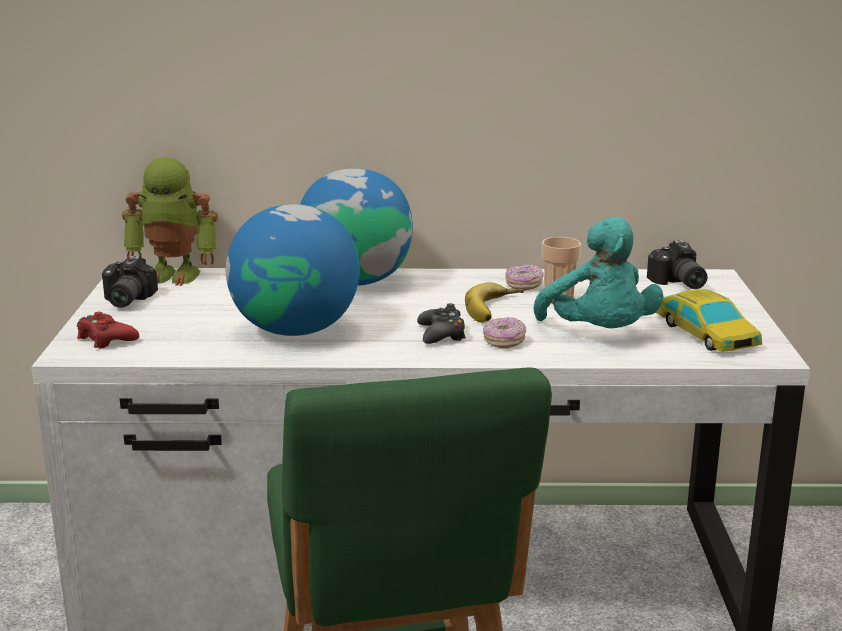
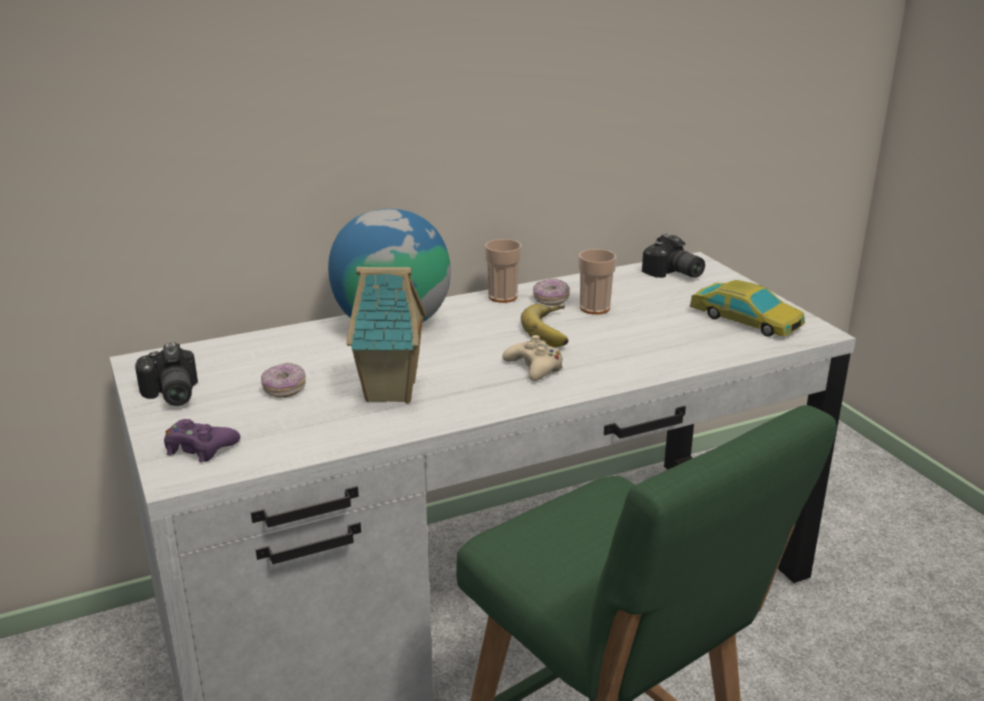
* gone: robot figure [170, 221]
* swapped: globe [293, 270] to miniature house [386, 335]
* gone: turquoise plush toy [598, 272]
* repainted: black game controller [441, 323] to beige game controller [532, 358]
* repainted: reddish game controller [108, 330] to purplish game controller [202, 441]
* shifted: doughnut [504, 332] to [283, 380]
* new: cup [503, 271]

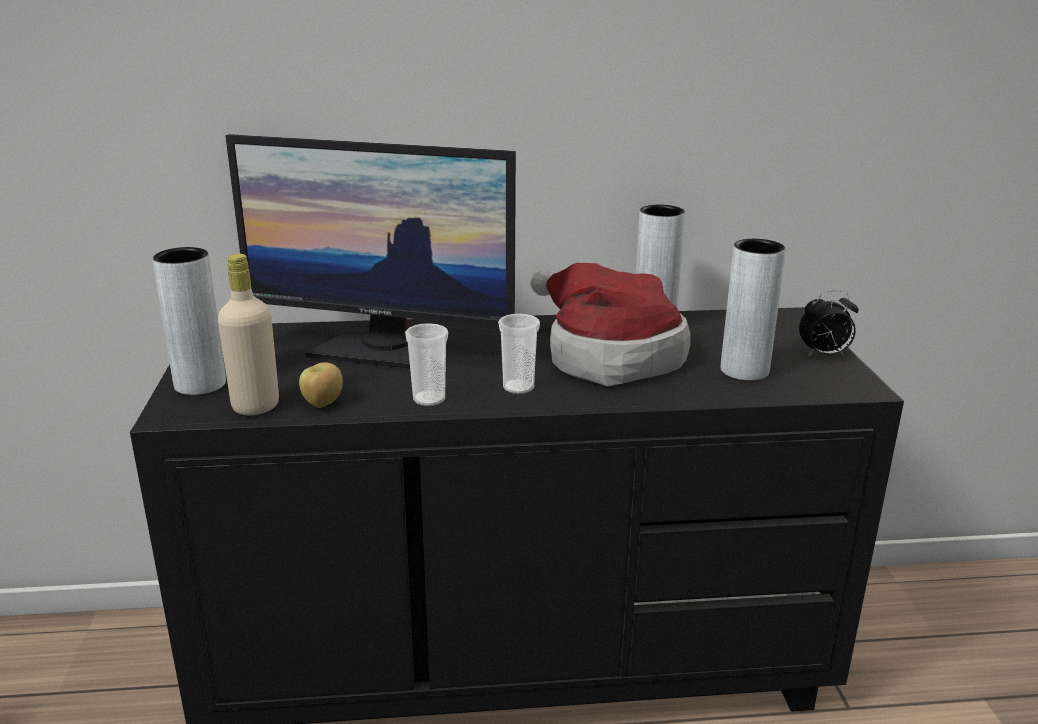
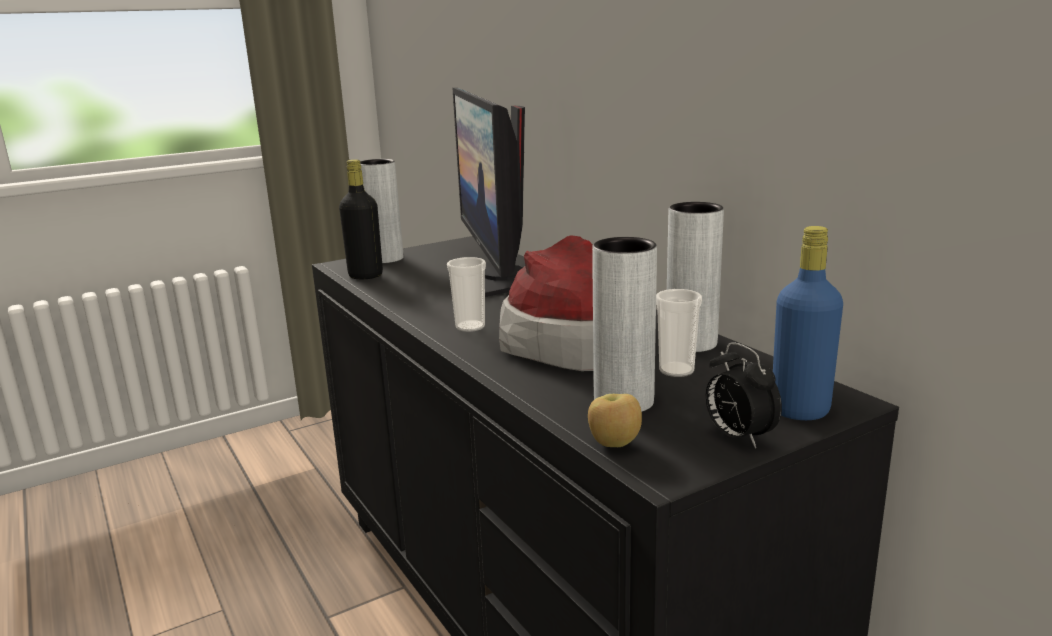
* repainted: beige beverage bottle [248, 334] to black beverage bottle [361, 219]
* shifted: cup [426, 364] to [679, 333]
* shifted: whole apple [321, 385] to [615, 420]
* new: blue beverage bottle [808, 323]

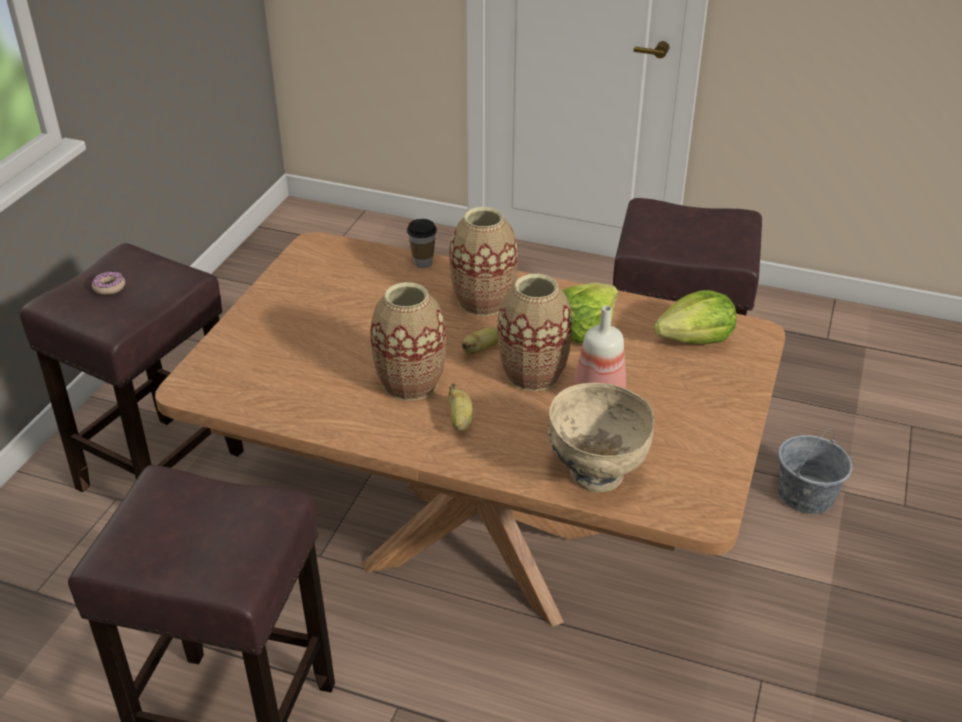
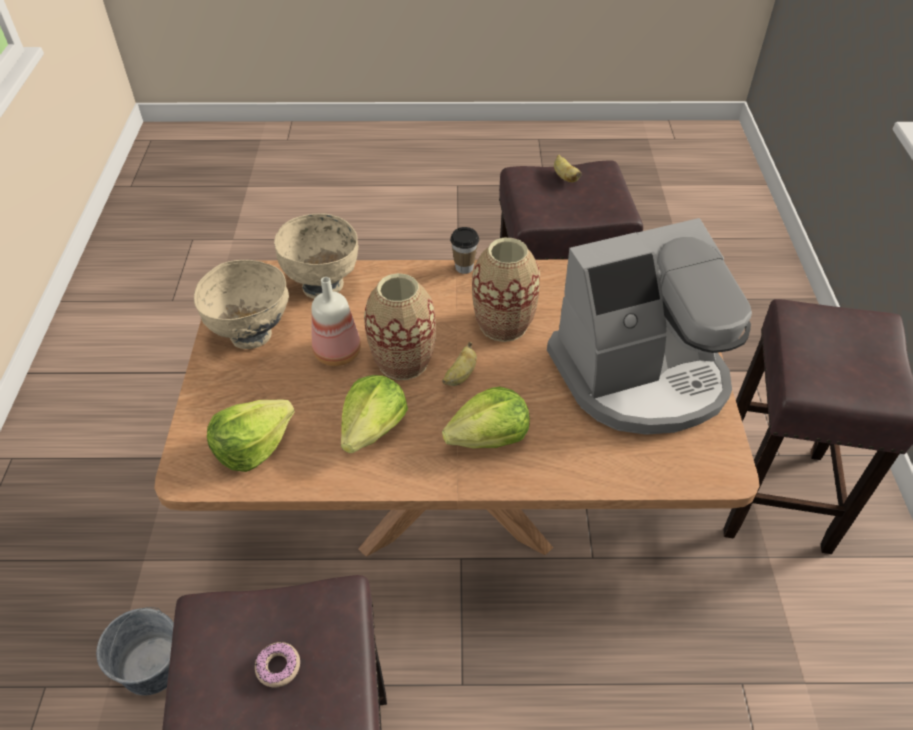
* swapped: vase [484, 261] to head of lettuce [486, 417]
* shifted: cup [422, 243] to [464, 250]
* shifted: doughnut [108, 283] to [277, 665]
* shifted: banana [460, 407] to [568, 168]
* new: coffee machine [649, 326]
* new: beige serving bowl [241, 304]

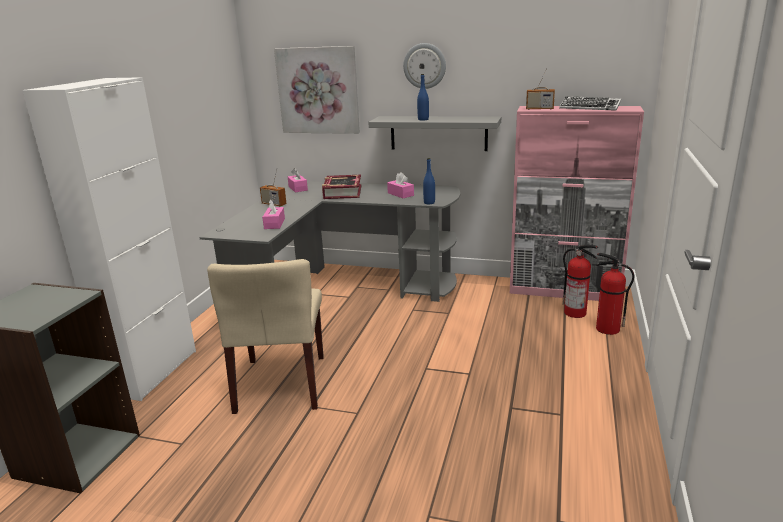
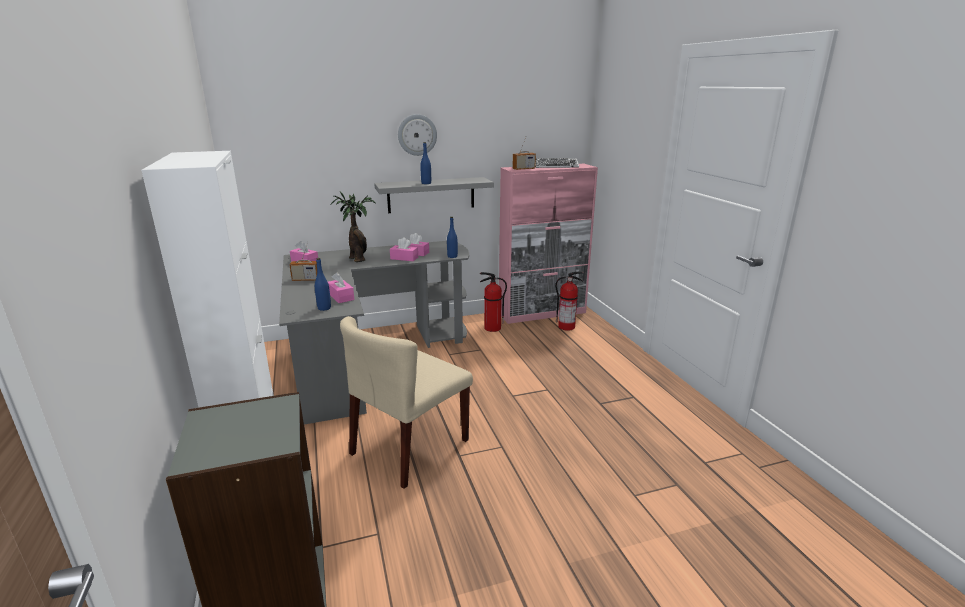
* gone: wall picture [317, 90]
* swapped: volume [342, 187] to potted plant [353, 227]
* shifted: fire extinguisher [615, 294] to [493, 302]
* rotated: beige chair [265, 336] = [406, 402] 75 degrees clockwise
* new: pinkish tissue box [404, 249]
* new: blue beverage bottle [323, 284]

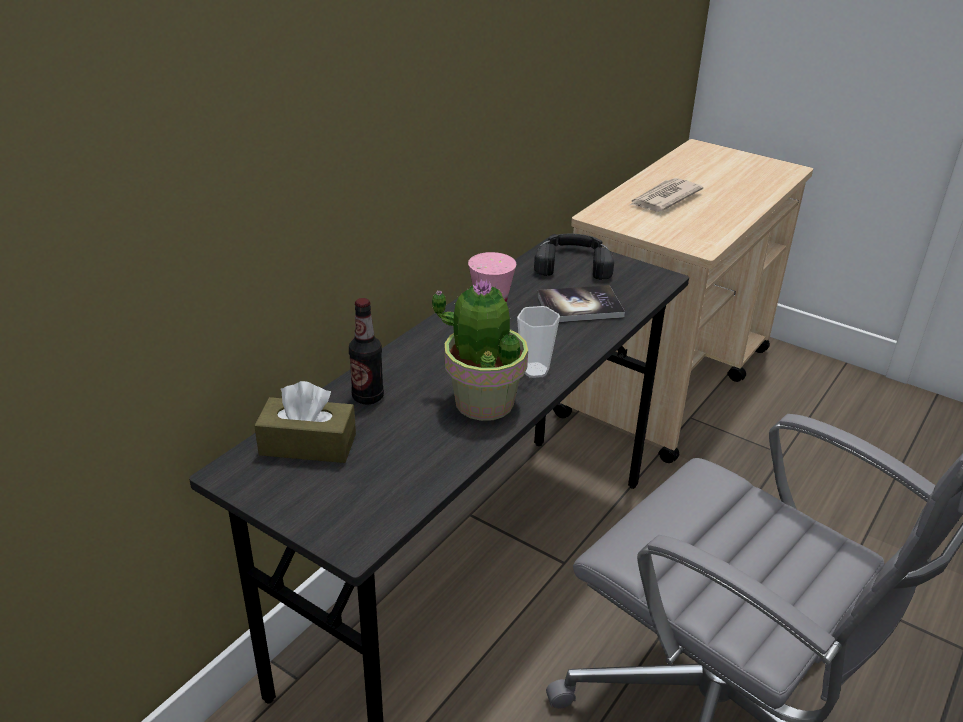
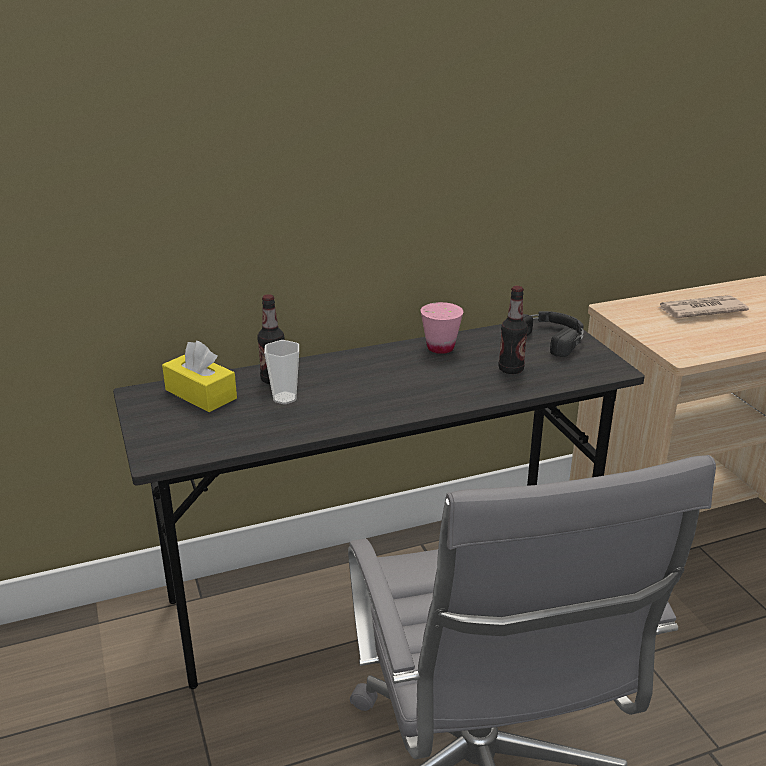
* gone: potted plant [480, 350]
* swapped: volume [581, 303] to beverage bottle [513, 330]
* shifted: cup [538, 342] to [281, 372]
* repainted: brownish tissue box [305, 422] to yellow-coloured tissue box [199, 376]

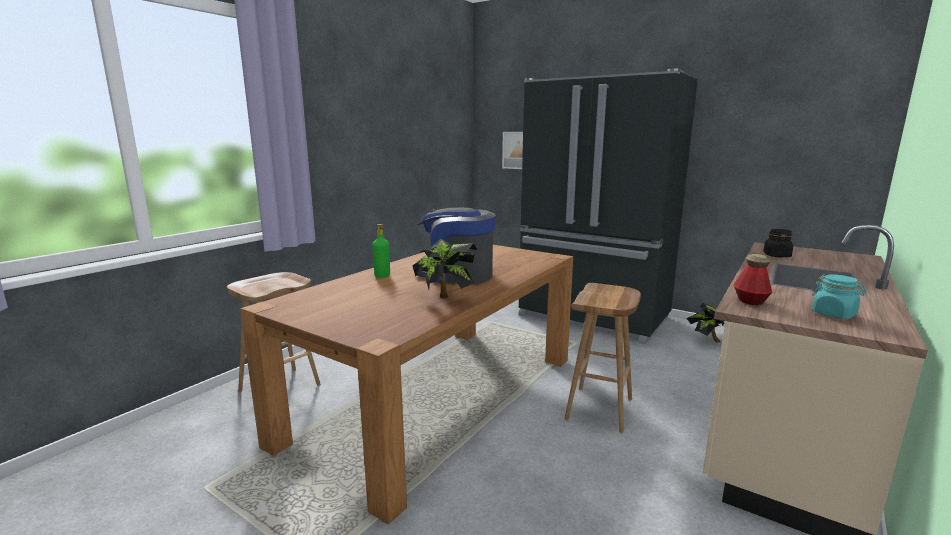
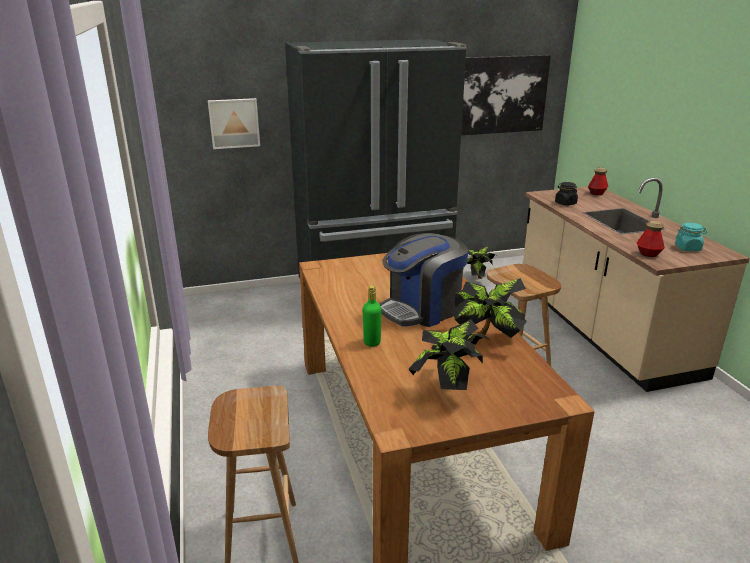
* new: wall picture [506, 95]
* new: beverage bottle [598, 181]
* new: potted plant [449, 354]

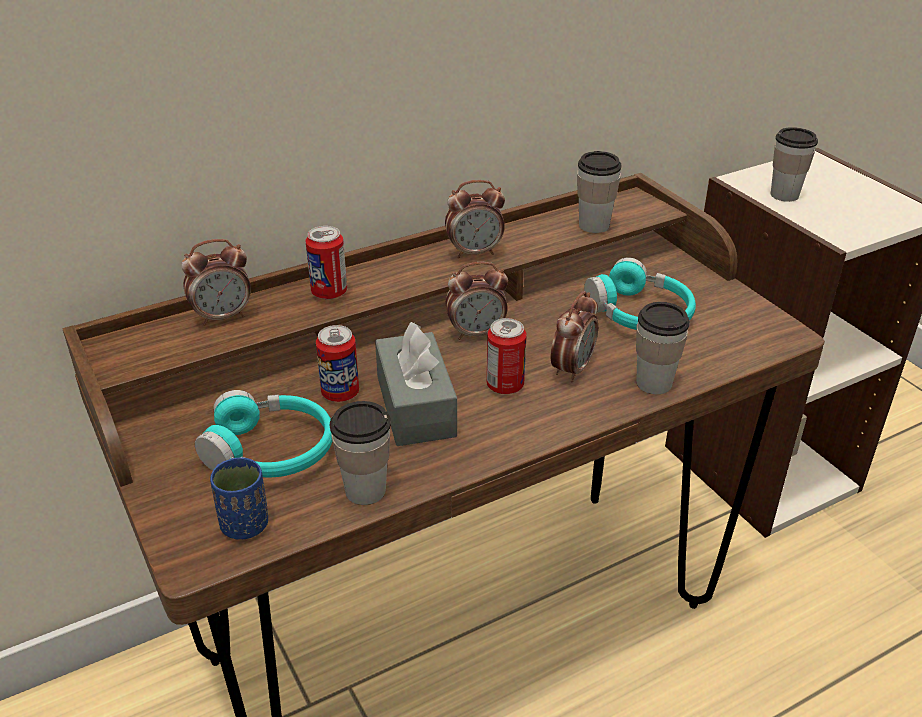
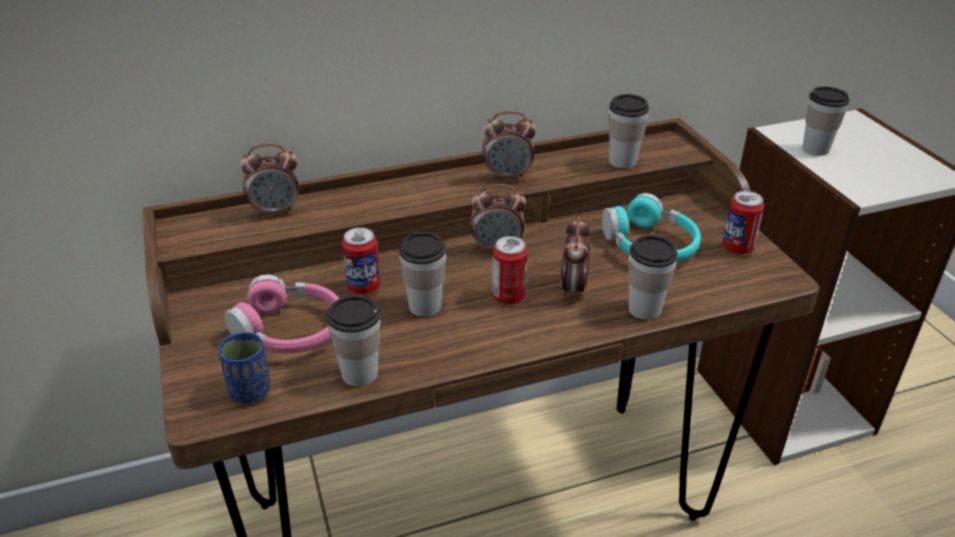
* shifted: sealed can [326, 263] to [743, 223]
* rotated: alarm clock [574, 336] = [575, 257] 150 degrees clockwise
* swapped: grey tissue box [416, 384] to cup [422, 274]
* repainted: turquoise pair of headphones [263, 434] to pinkish pair of headphones [281, 313]

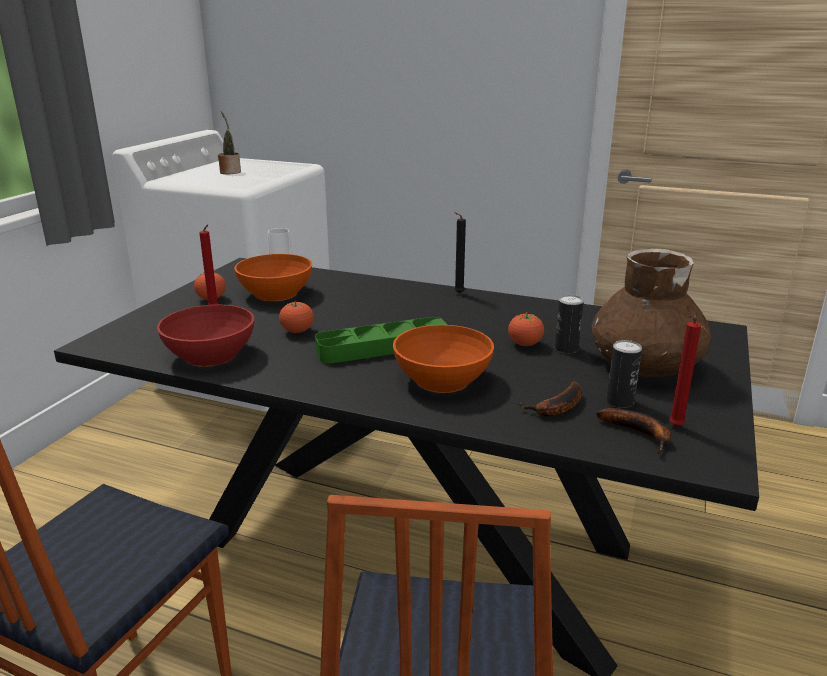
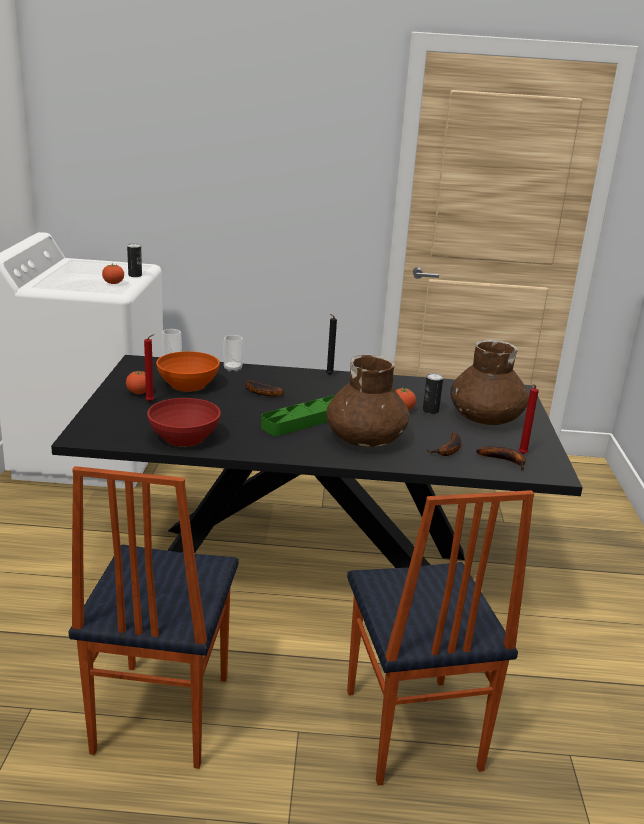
* gone: potted plant [229, 142]
* shifted: tomato [296, 317] to [113, 273]
* swapped: orange serving bowl [443, 359] to brownish vase [367, 401]
* shifted: sealed can [624, 374] to [134, 260]
* new: cup [233, 353]
* new: banana [264, 387]

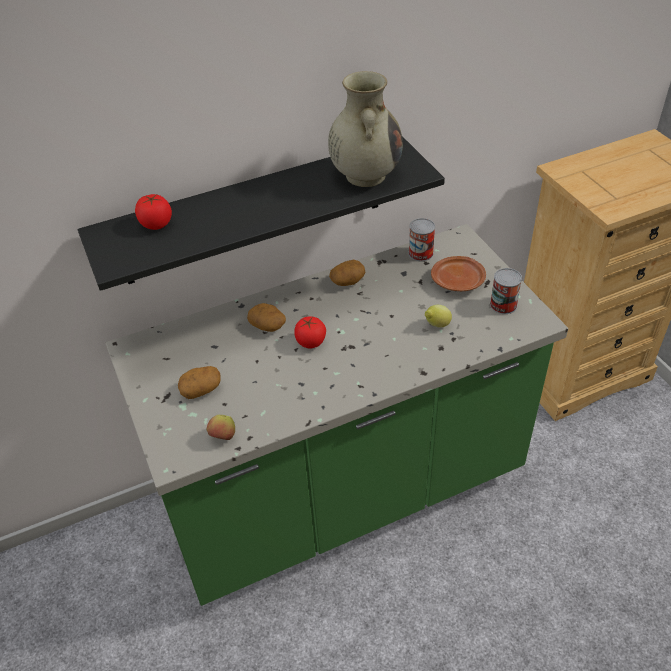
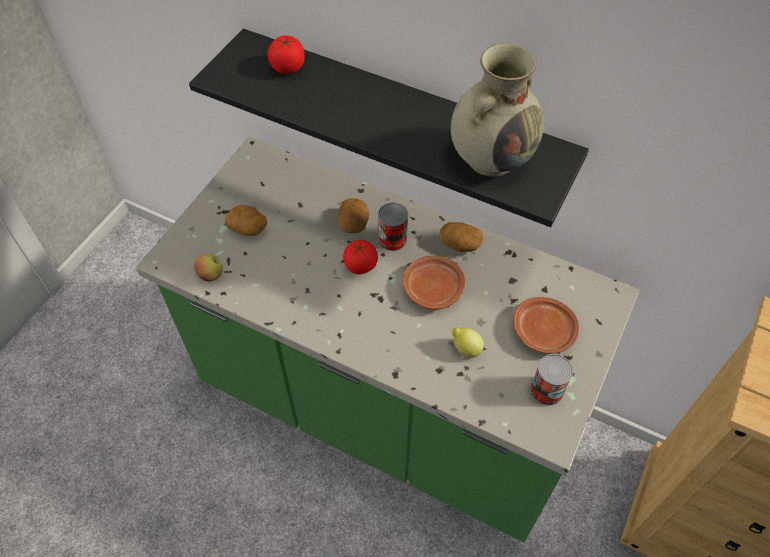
* shifted: sealed can [421, 239] to [393, 227]
* new: brownish flat dish [434, 283]

